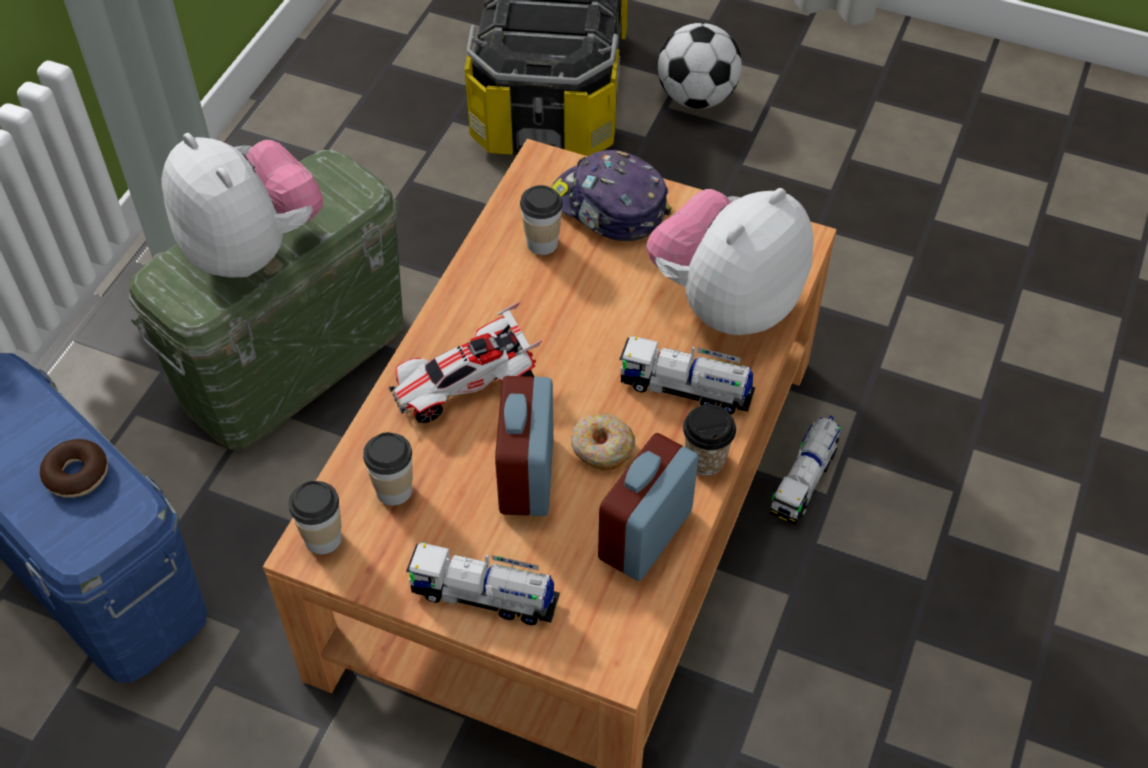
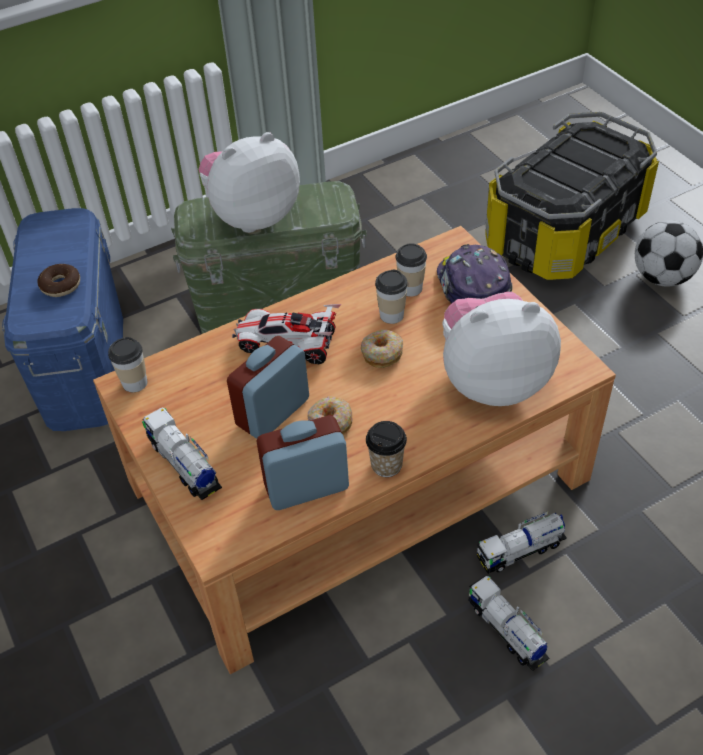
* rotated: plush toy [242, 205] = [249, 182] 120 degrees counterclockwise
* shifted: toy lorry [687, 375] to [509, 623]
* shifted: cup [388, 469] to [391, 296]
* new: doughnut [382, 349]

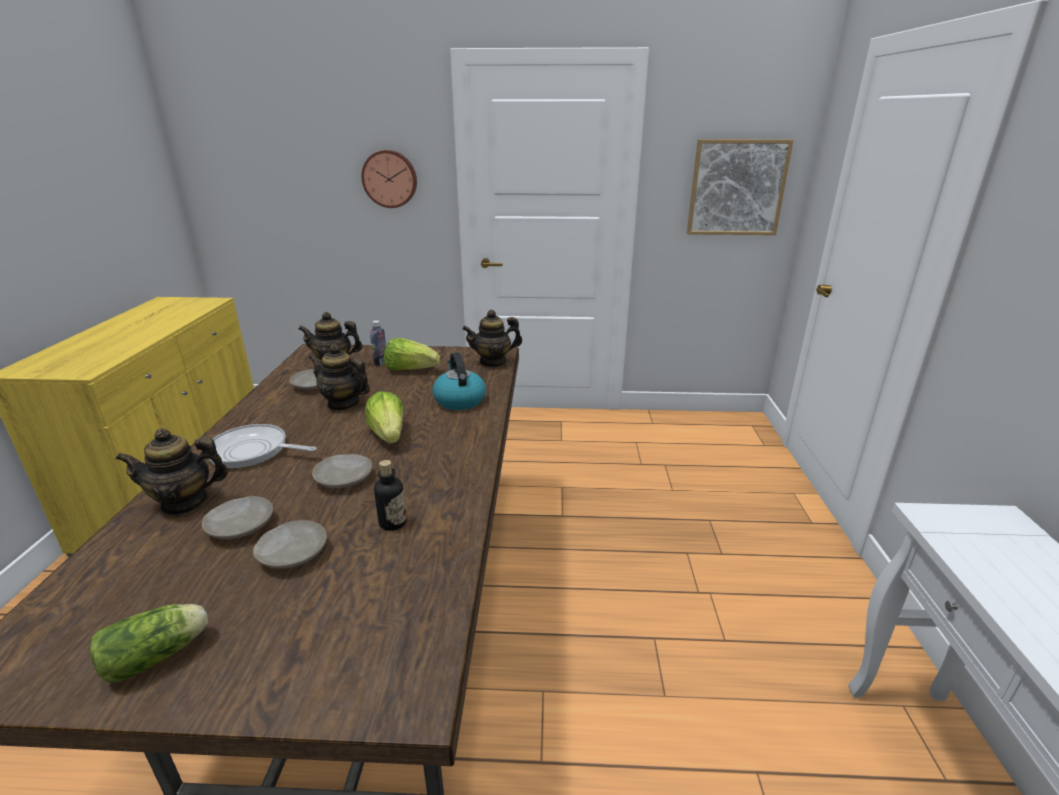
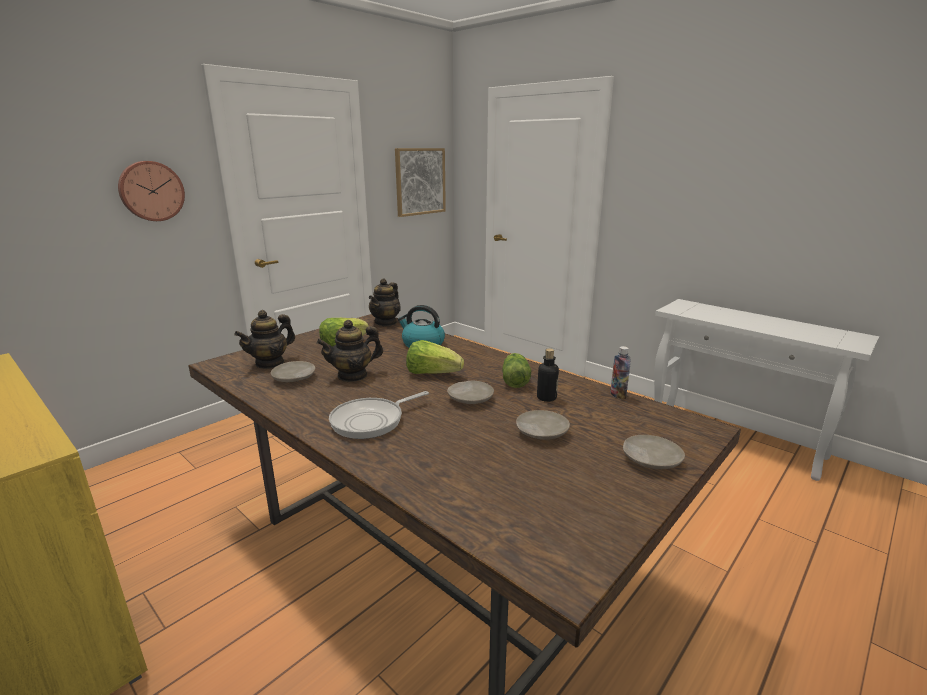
* shifted: beverage bottle [378, 343] to [620, 373]
* gone: tea pot [172, 472]
* shifted: beige flat dish [237, 517] to [654, 452]
* shifted: head of lettuce [149, 643] to [516, 370]

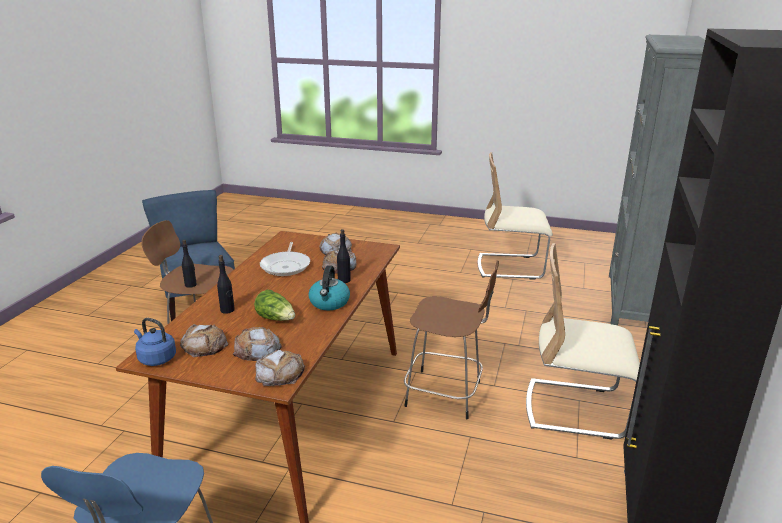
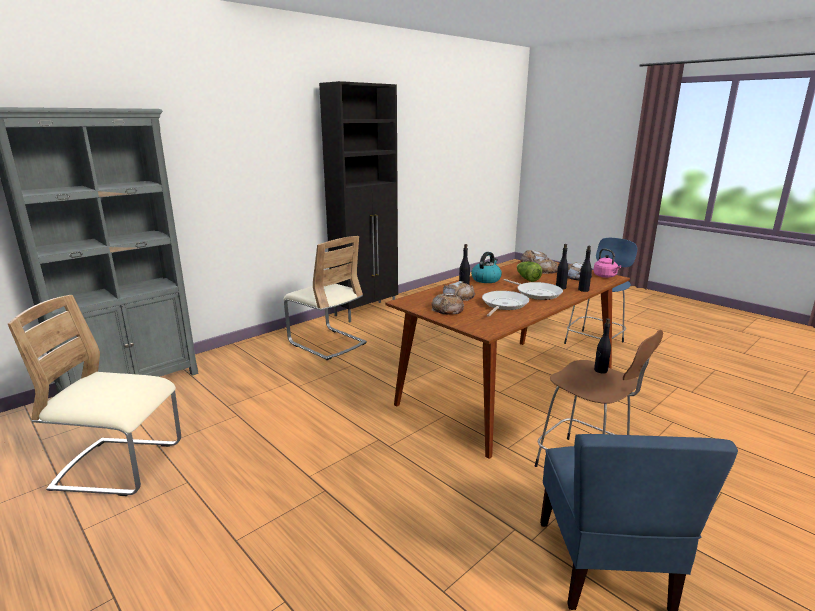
* rotated: beige chair [515, 216] = [94, 395] 150 degrees clockwise
* gone: brownish sitting stool [451, 339]
* repainted: blue water kettle [155, 342] to pinkish water kettle [607, 263]
* new: black beverage bottle [585, 269]
* new: skillet [533, 289]

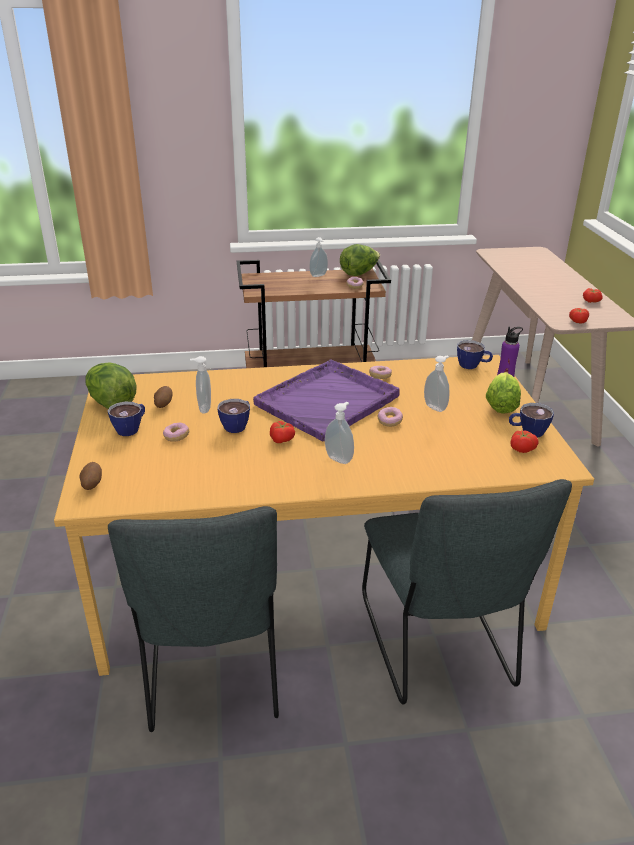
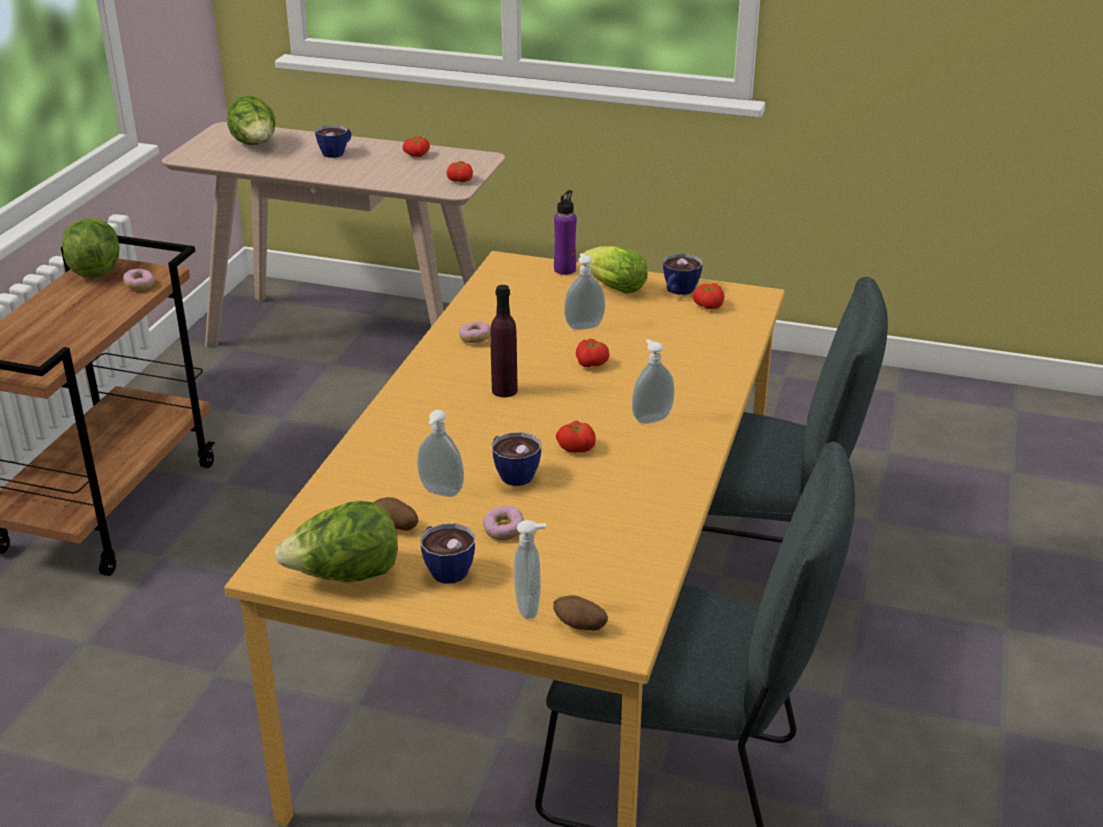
* shifted: soap dispenser [318, 257] to [530, 569]
* shifted: cup [475, 354] to [333, 141]
* swapped: purplish carrying tray [326, 400] to purplish beverage bottle [504, 341]
* swapped: doughnut [390, 417] to tomato [593, 353]
* new: head of lettuce [251, 120]

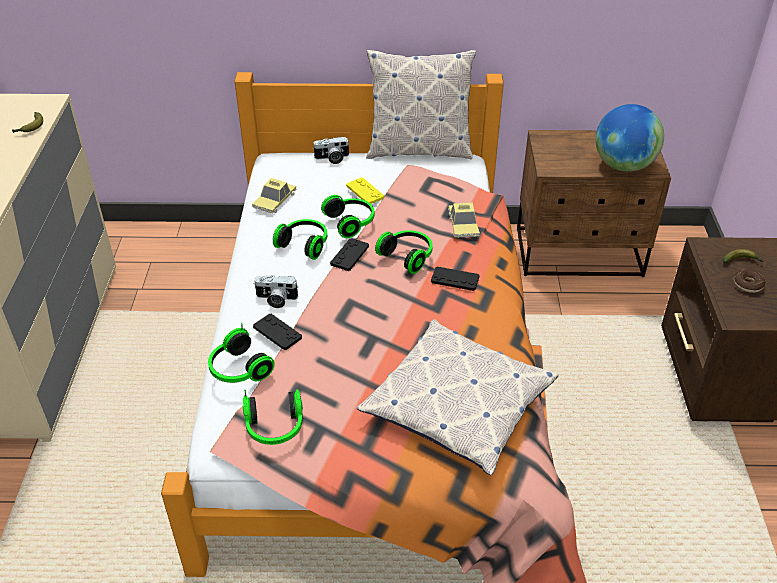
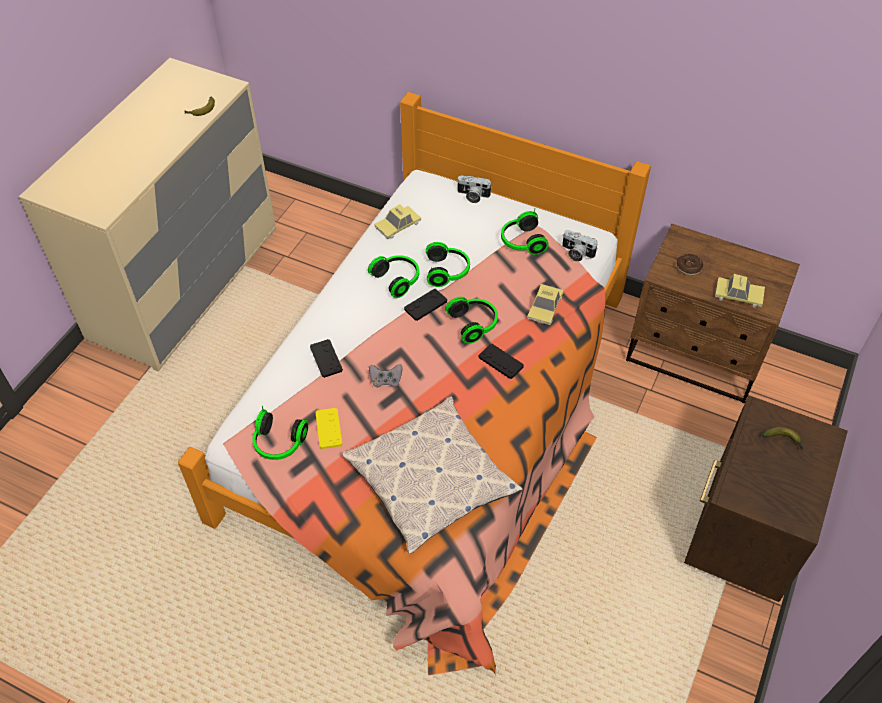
* gone: cushion [421, 104]
* swapped: globe [629, 138] to model car [740, 291]
* shifted: yellow-coloured game controller [365, 191] to [329, 428]
* shifted: doughnut [750, 281] to [690, 265]
* shifted: photo camera [276, 291] to [580, 246]
* shifted: pair of headphones [241, 353] to [525, 232]
* new: grey game controller [385, 375]

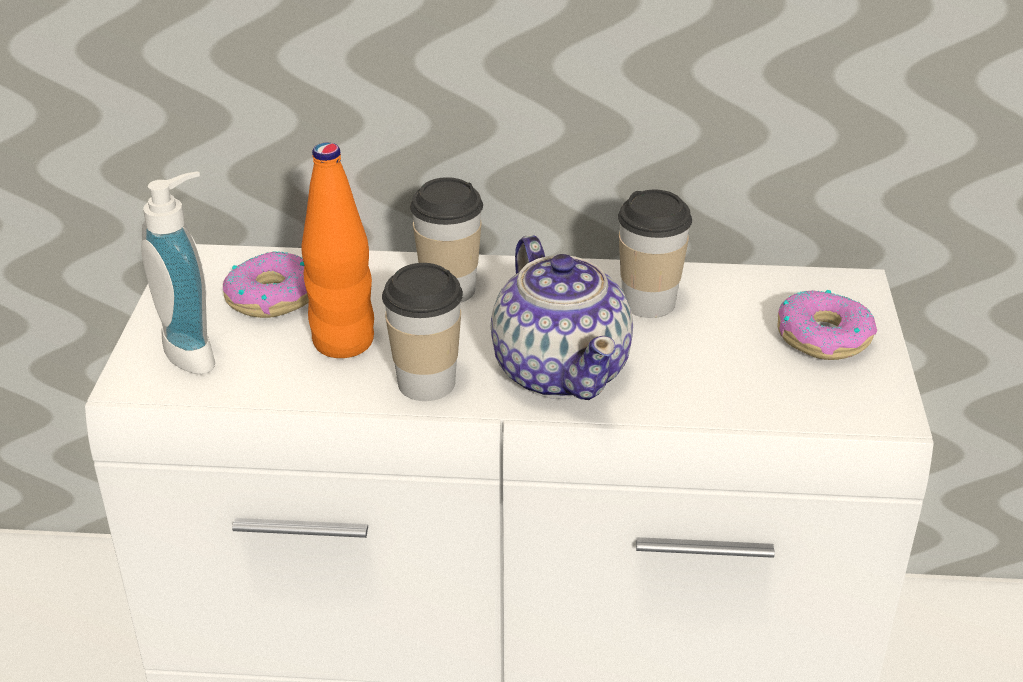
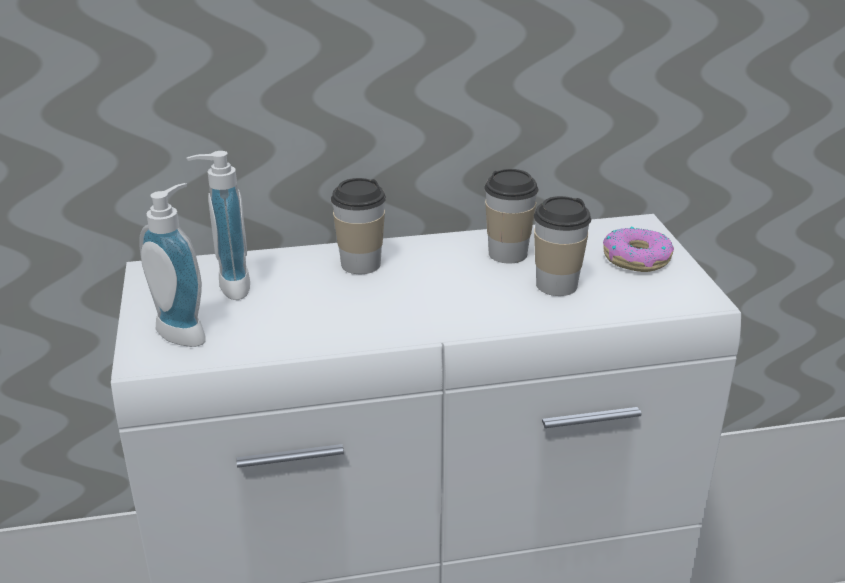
* gone: orange beverage bottle [338, 250]
* gone: tea pot [562, 317]
* swapped: doughnut [266, 284] to soap dispenser [218, 225]
* shifted: cup [422, 332] to [562, 246]

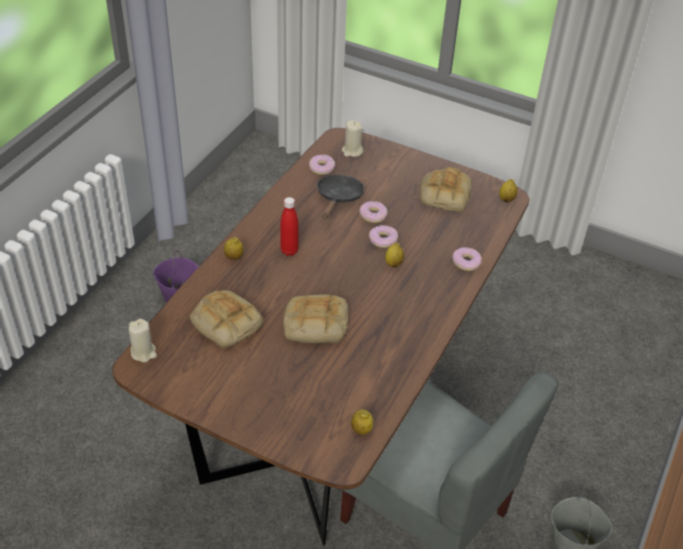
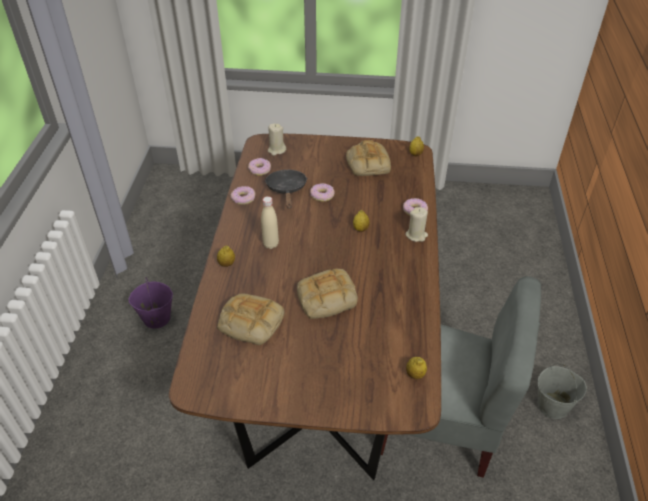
* repainted: reddish beverage bottle [289, 226] to beige beverage bottle [270, 222]
* shifted: doughnut [383, 236] to [243, 195]
* shifted: beige candle [142, 340] to [416, 224]

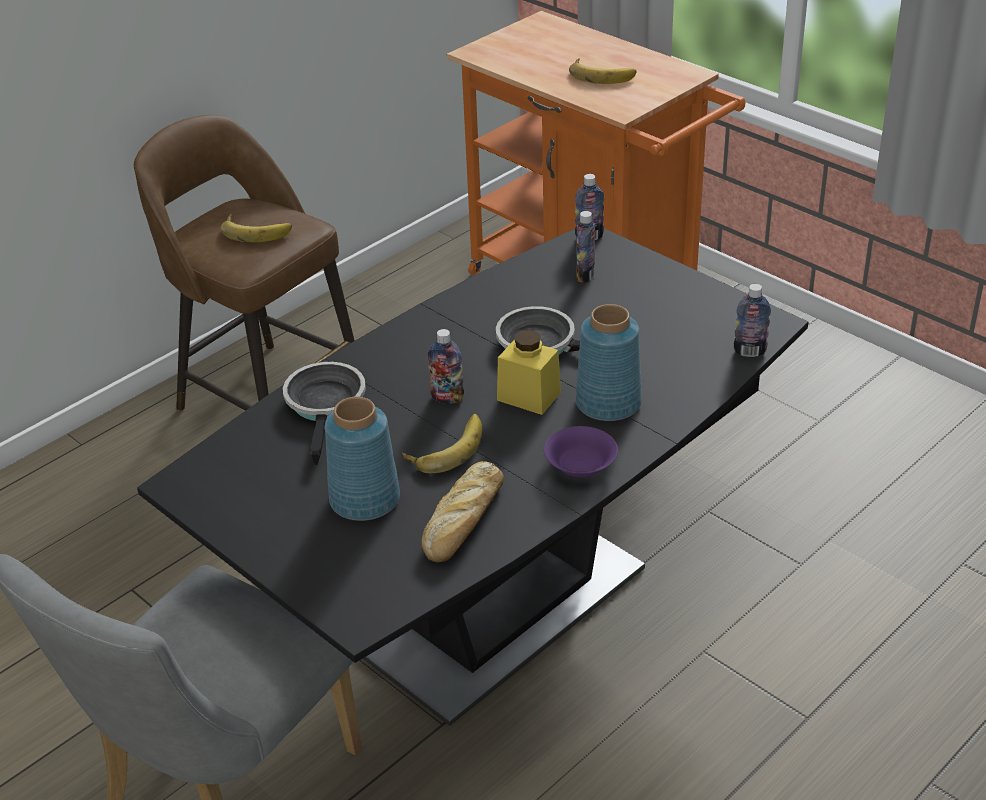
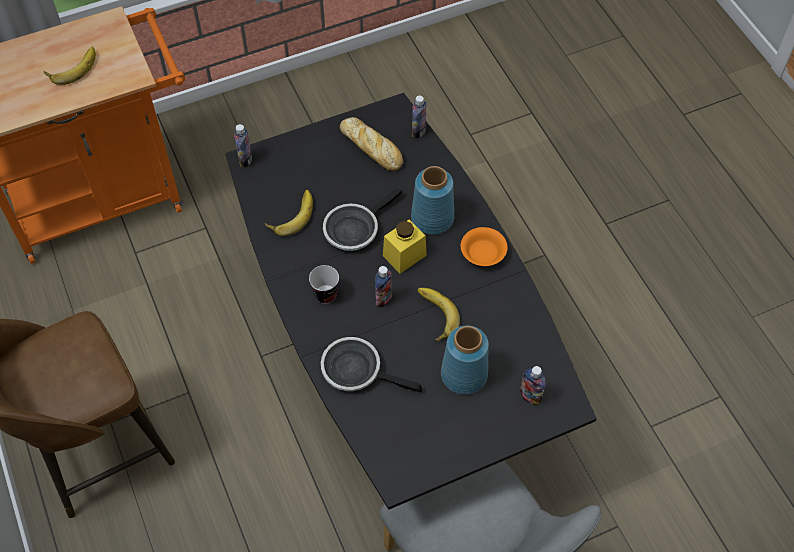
* shifted: beverage bottle [585, 247] to [532, 385]
* shifted: banana [256, 227] to [288, 213]
* repainted: purplish serving bowl [581, 451] to orange serving bowl [484, 246]
* shifted: bread [463, 511] to [371, 144]
* new: cup [324, 284]

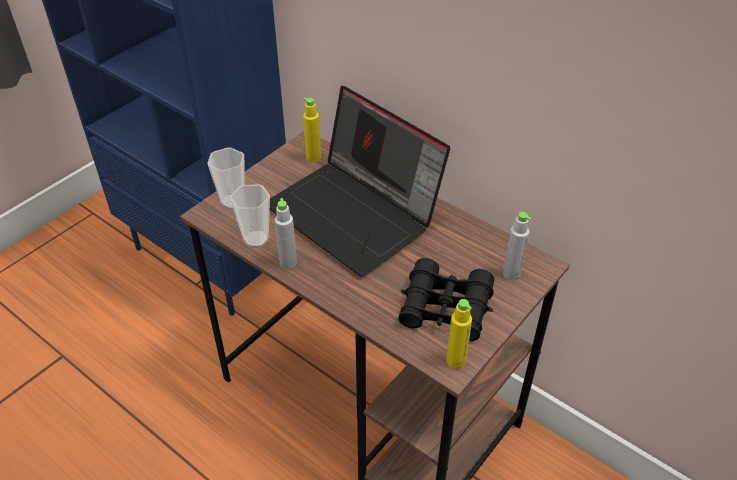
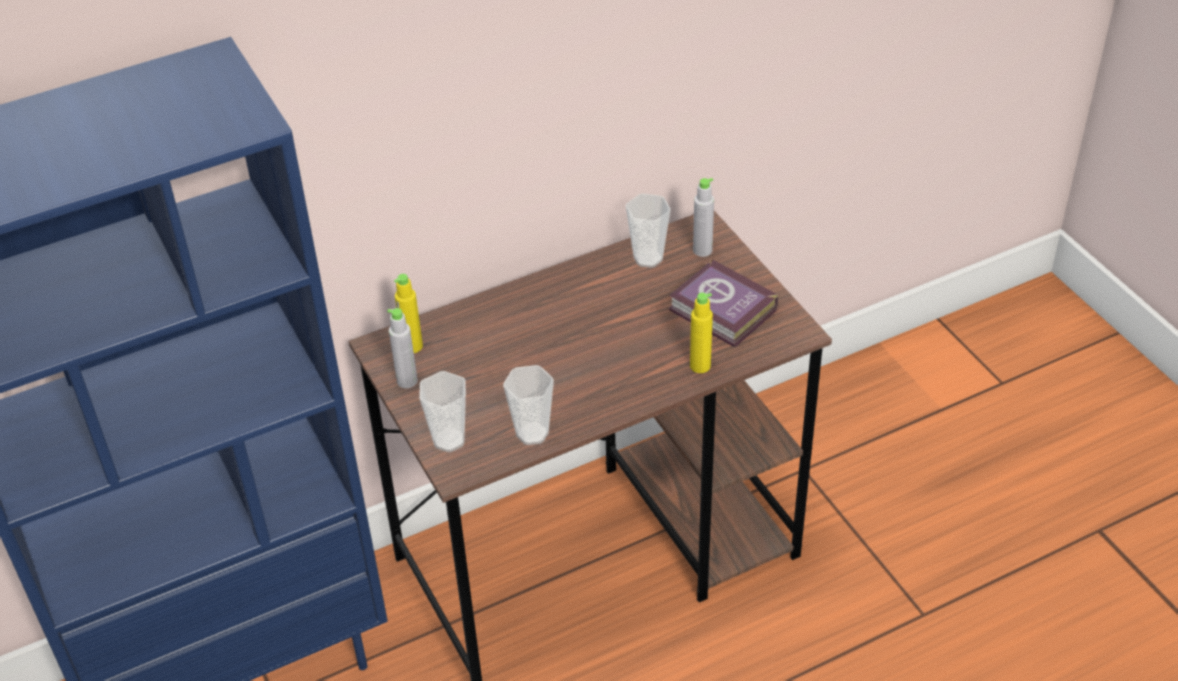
* gone: portable computer [360, 181]
* shifted: grey beverage bottle [286, 233] to [402, 348]
* swapped: black binoculars [446, 299] to volume [723, 303]
* shifted: yellow-coloured beverage bottle [459, 334] to [701, 333]
* new: cup [648, 230]

